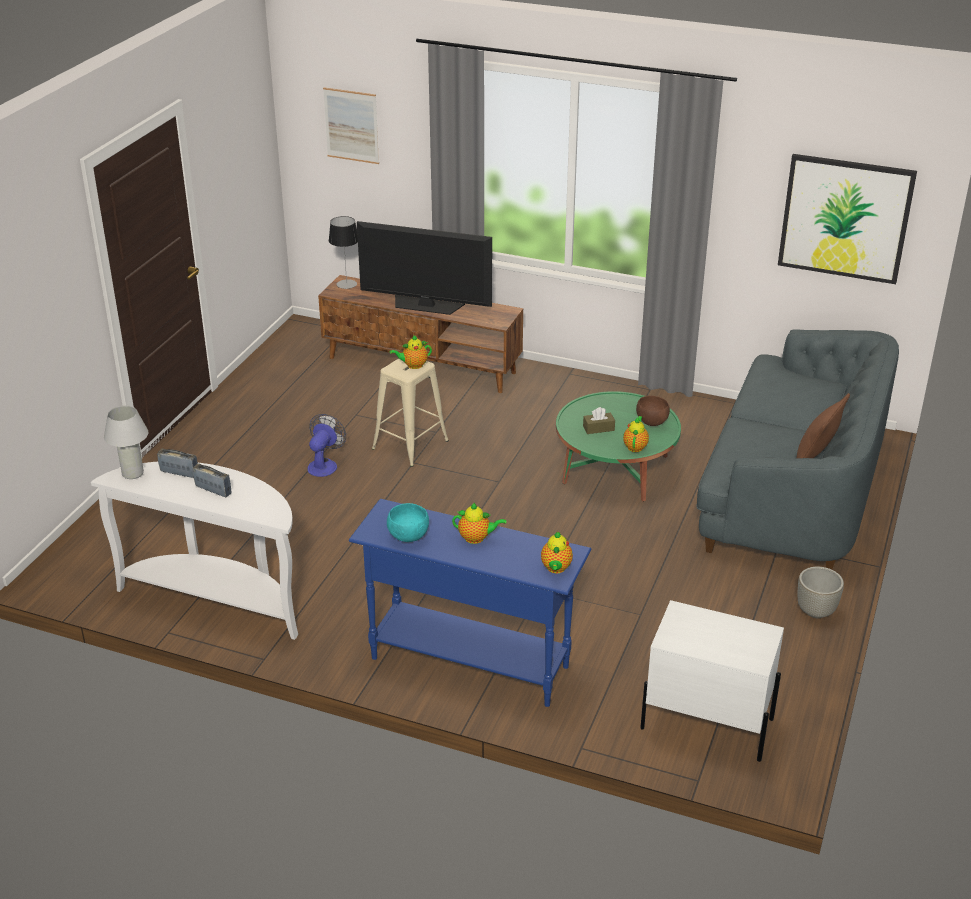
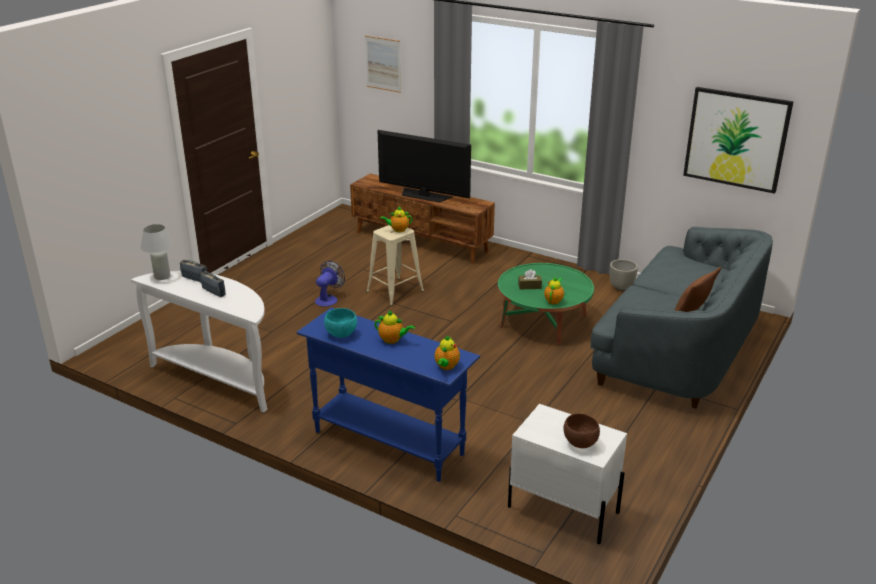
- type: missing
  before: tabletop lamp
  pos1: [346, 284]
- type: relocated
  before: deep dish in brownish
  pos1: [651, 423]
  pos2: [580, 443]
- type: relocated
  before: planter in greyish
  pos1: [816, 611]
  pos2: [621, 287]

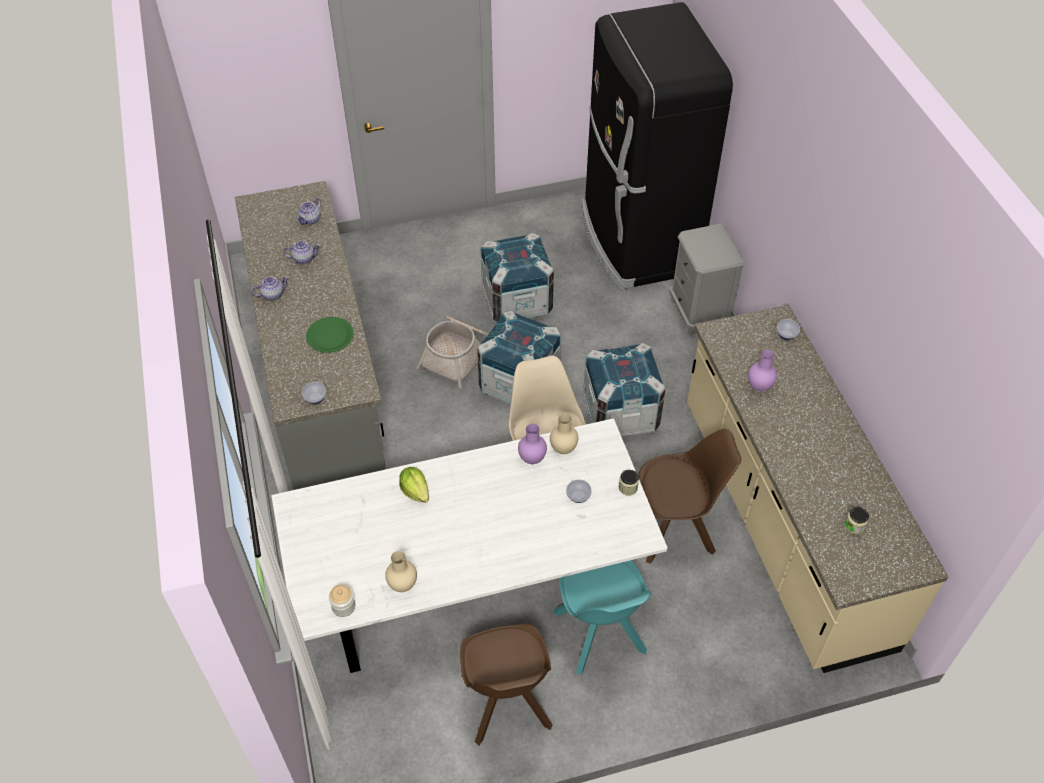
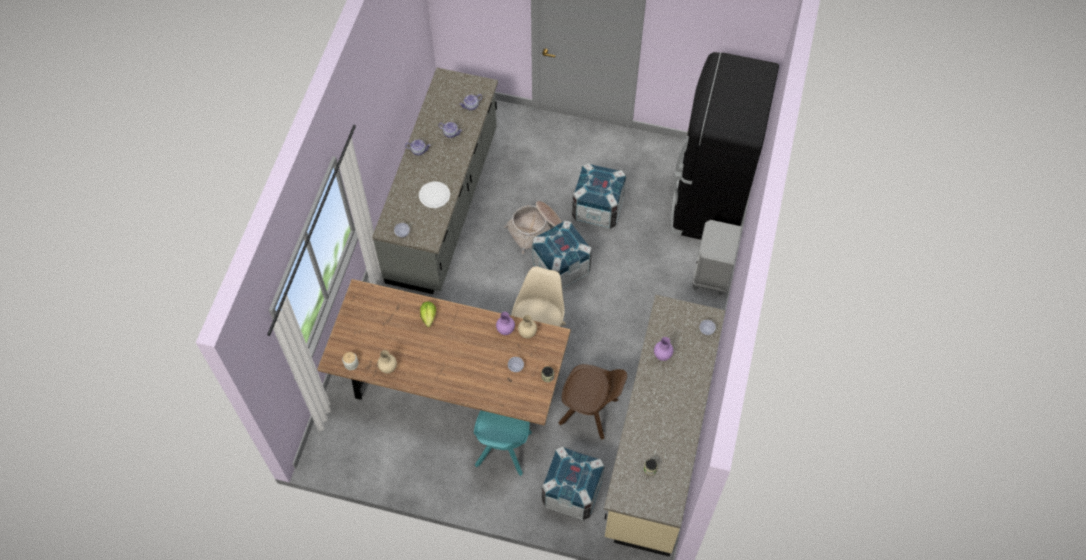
- type: colour
  before: flat dish in greenish
  after: flat dish in white
  pos1: [330, 336]
  pos2: [434, 195]
- type: relocated
  before: packing crate
  pos1: [620, 413]
  pos2: [572, 492]
- type: colour
  before: dinner table in white
  after: dinner table in brownish
  pos1: [470, 582]
  pos2: [450, 381]
- type: missing
  before: upright chair in brownish
  pos1: [506, 703]

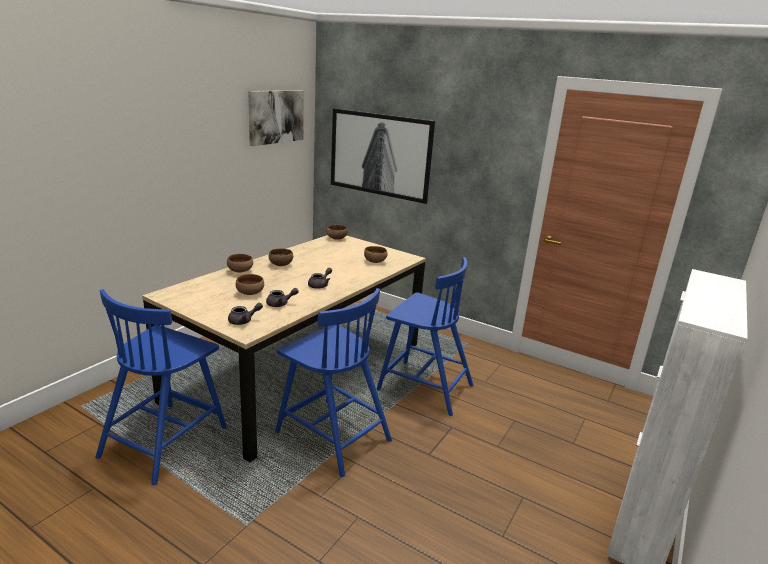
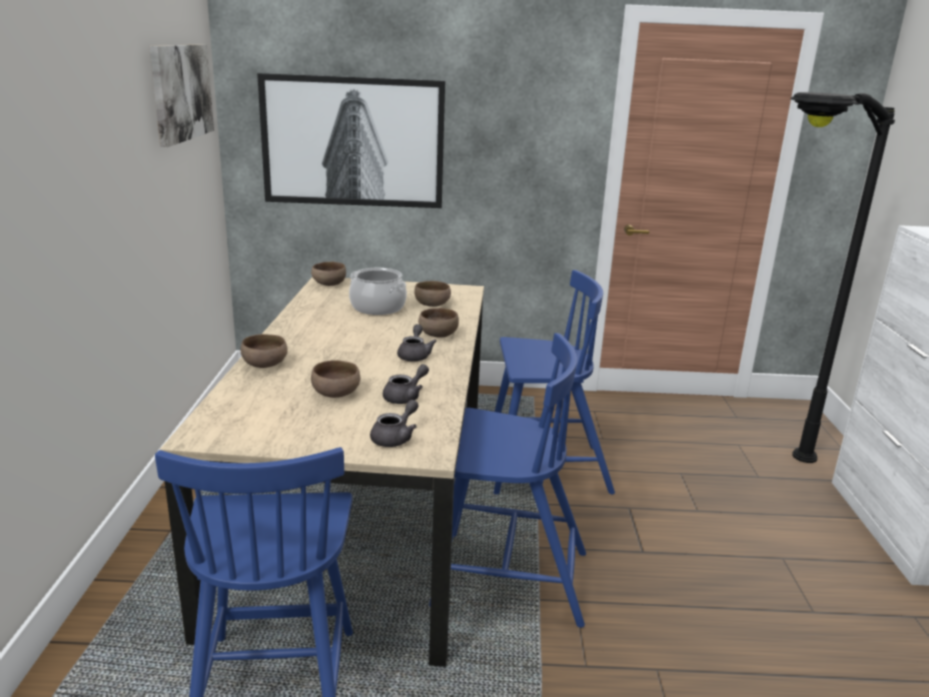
- type: relocated
  before: deep dish in brownish
  pos1: [280, 264]
  pos2: [437, 335]
- type: appeared
  after: standing lamp in blackish
  pos2: [761, 478]
- type: appeared
  after: cooking pot
  pos2: [378, 307]

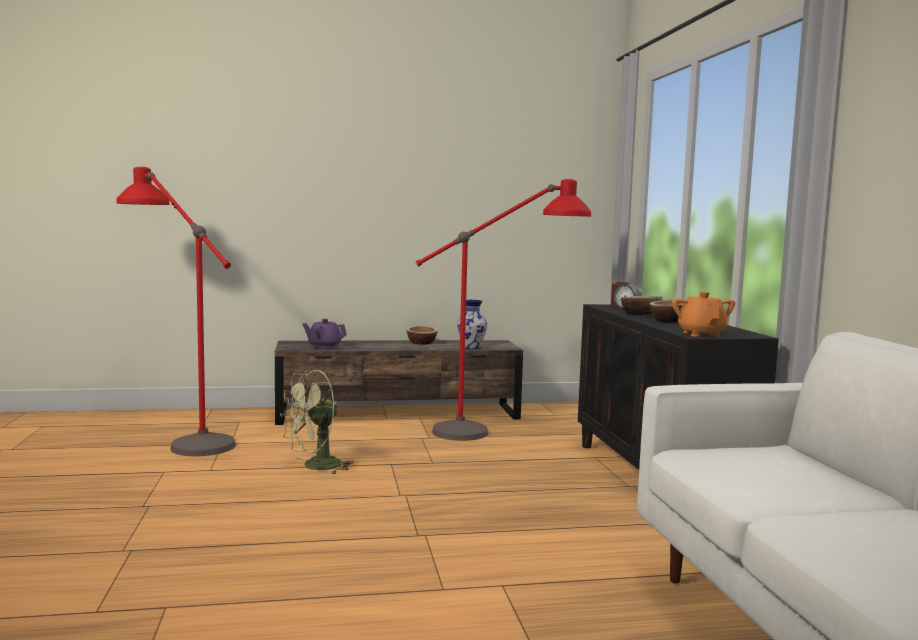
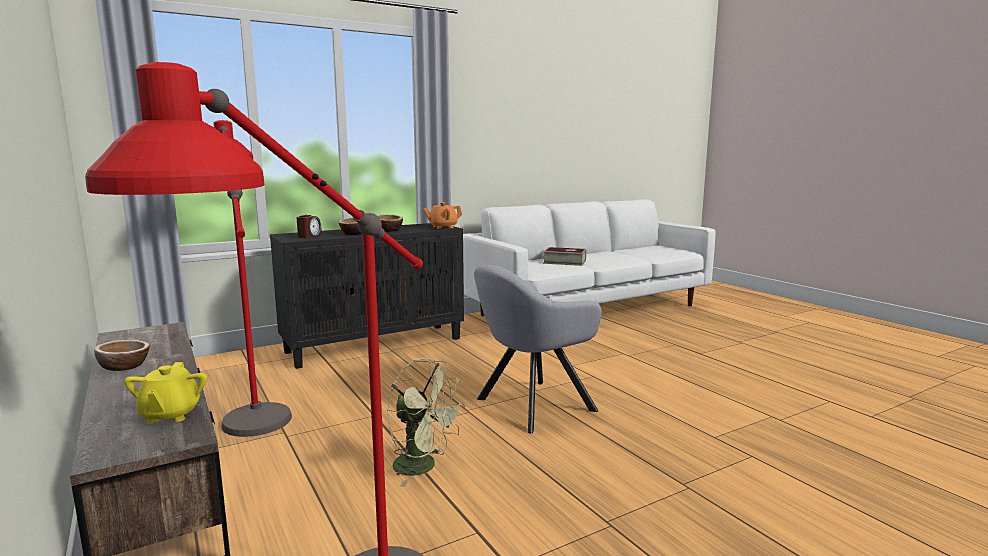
- type: missing
  before: vase
  pos1: [471, 347]
- type: colour
  before: pot for tea in purple-coloured
  after: pot for tea in yellow-coloured
  pos1: [324, 347]
  pos2: [170, 415]
- type: appeared
  after: bound book
  pos2: [564, 262]
- type: appeared
  after: easy chair in greyish
  pos2: [529, 406]

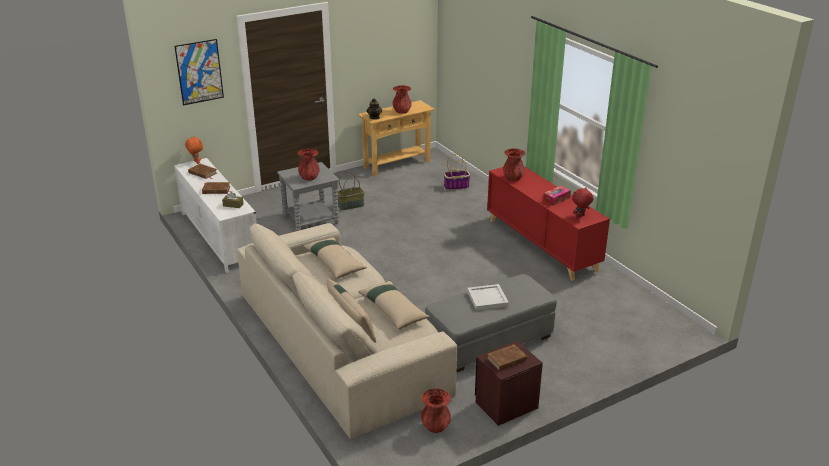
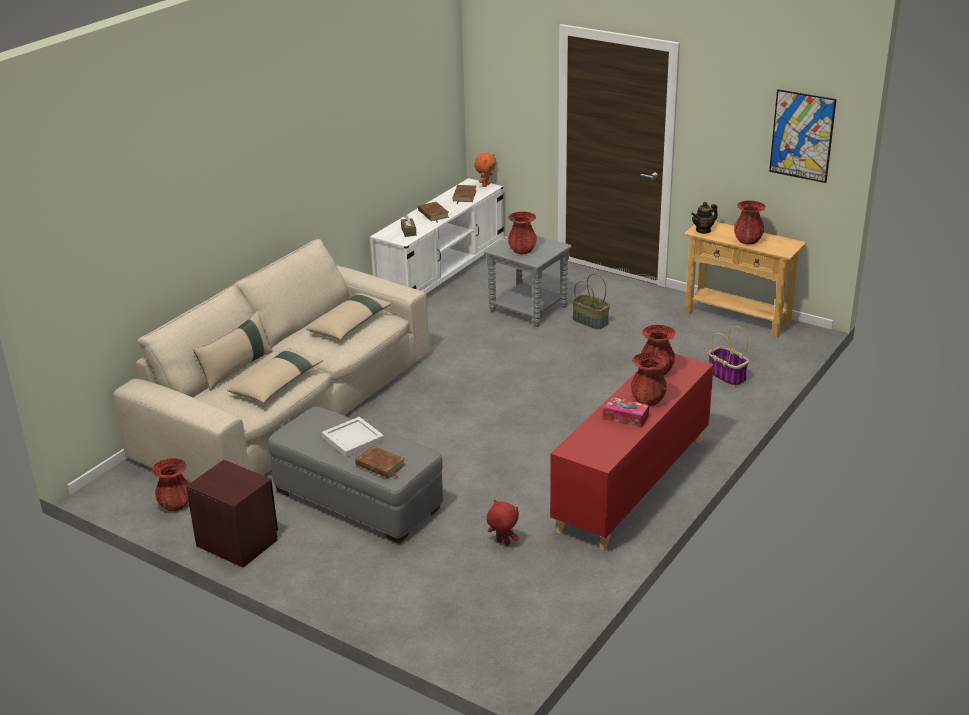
- type: relocated
  before: wall art
  pos1: [199, 72]
  pos2: [802, 136]
- type: relocated
  before: plush toy in reddish
  pos1: [580, 216]
  pos2: [502, 543]
- type: relocated
  before: bound book in brownish
  pos1: [507, 360]
  pos2: [380, 465]
- type: appeared
  after: vase in reddish
  pos2: [648, 400]

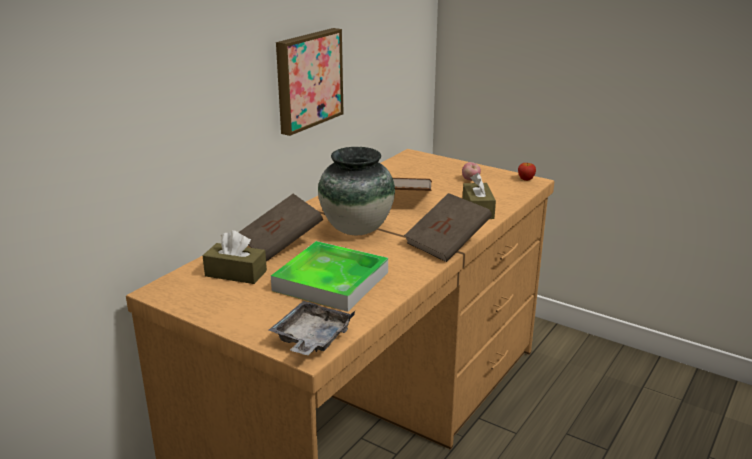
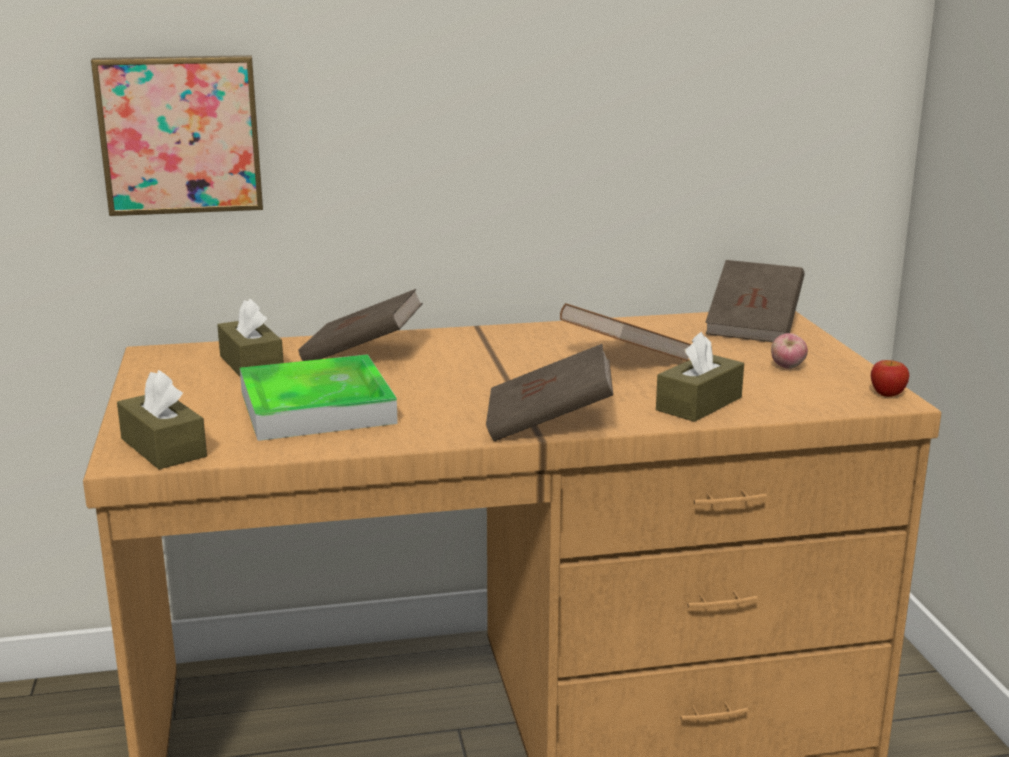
- type: relocated
  before: wall art
  pos1: [307, 79]
  pos2: [180, 134]
- type: missing
  before: vase
  pos1: [357, 230]
- type: exchanged
  before: tray in greyish
  after: tissue box in brownish
  pos1: [311, 338]
  pos2: [163, 447]
- type: appeared
  after: bound book in brownish
  pos2: [753, 327]

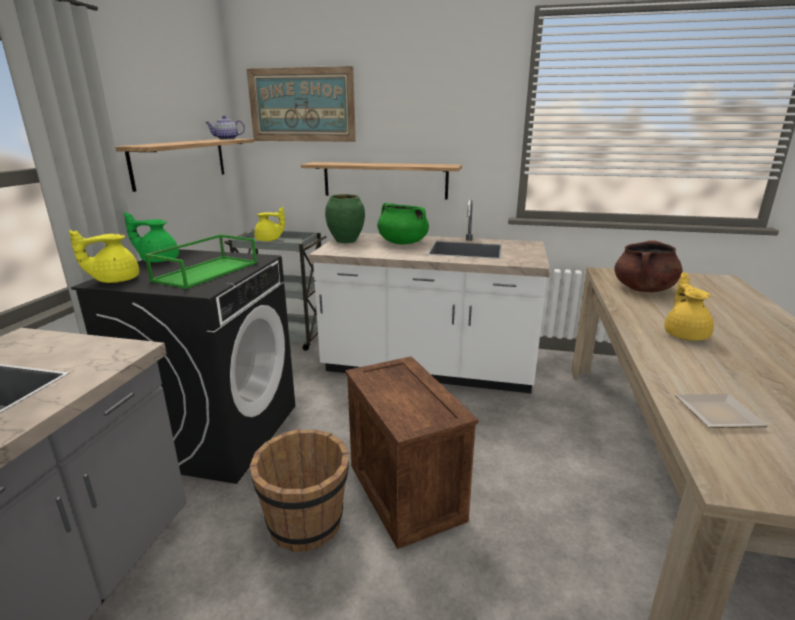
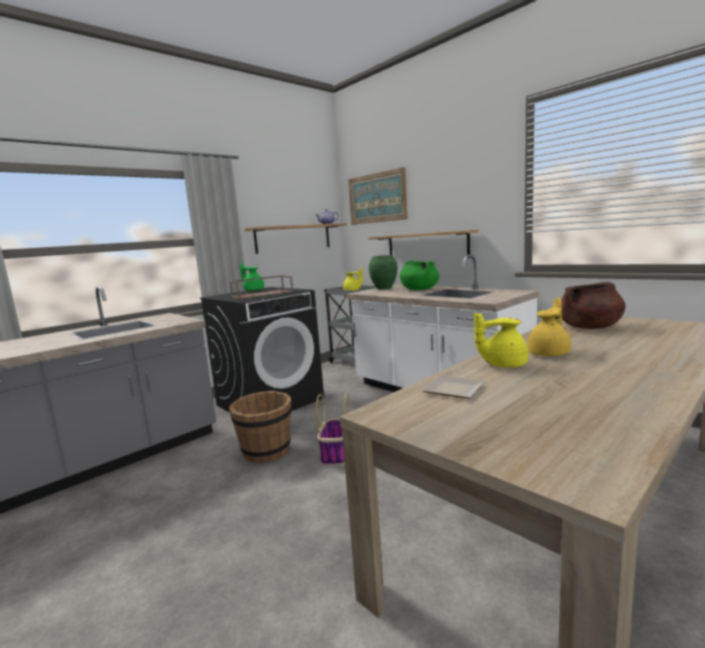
- type: relocated
  before: pot for tea in yellow-coloured
  pos1: [115, 280]
  pos2: [502, 364]
- type: colour
  before: tray in greenish
  after: tray in brownish
  pos1: [206, 271]
  pos2: [262, 294]
- type: exchanged
  before: packing crate
  after: storage basket
  pos1: [407, 492]
  pos2: [337, 454]

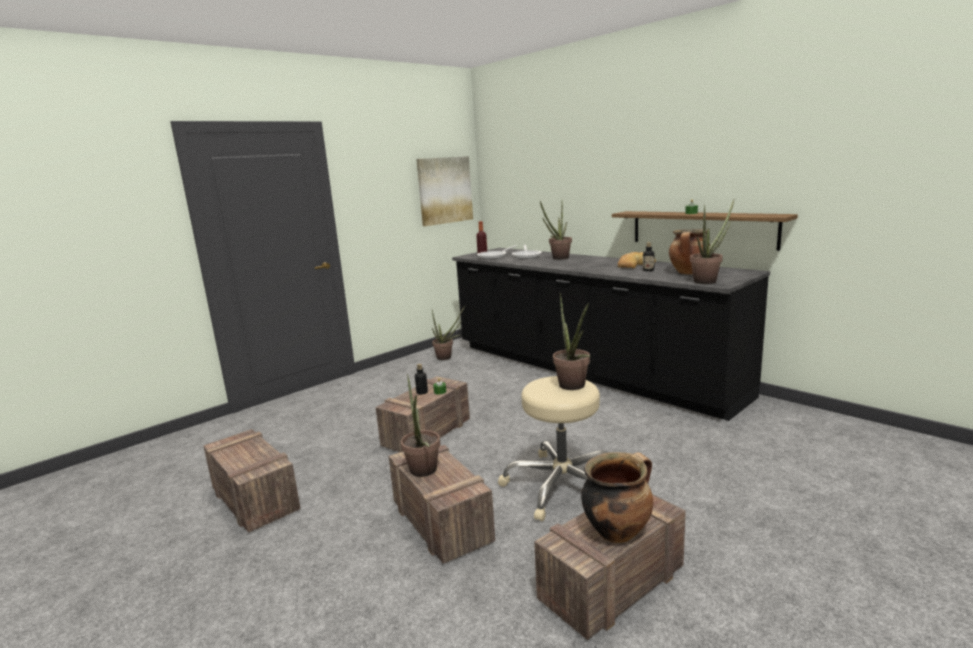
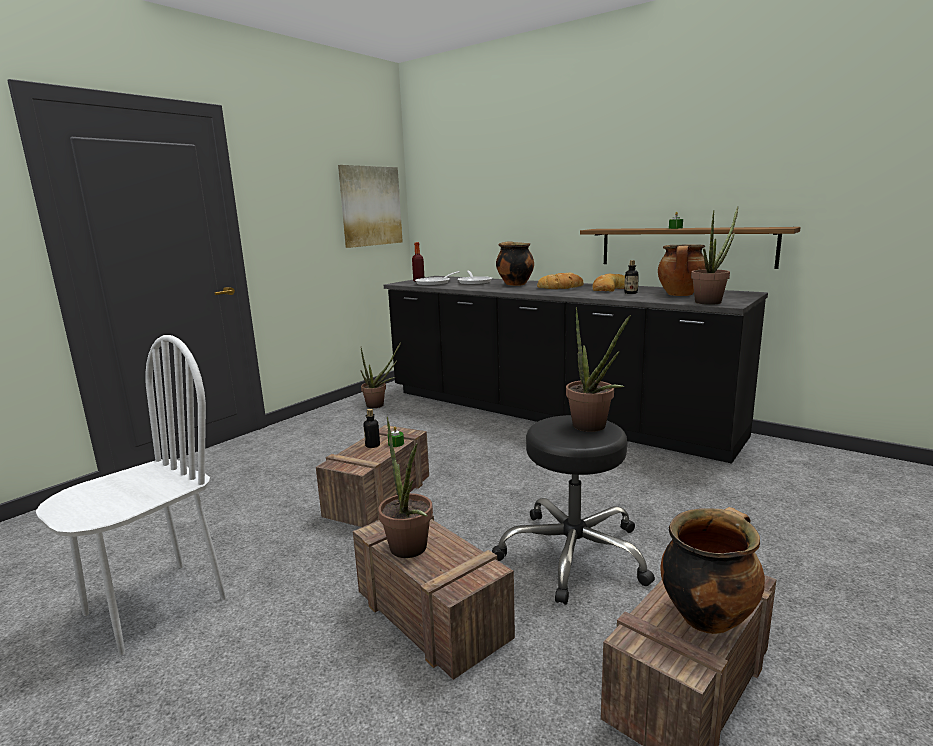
- type: exchanged
  before: houseplant
  after: cooking pot
  pos1: [558, 258]
  pos2: [514, 284]
- type: colour
  before: stool seat in sand-coloured
  after: stool seat in blackish
  pos1: [562, 486]
  pos2: [573, 555]
- type: exchanged
  before: packing crate
  after: upright chair in white
  pos1: [256, 499]
  pos2: [155, 605]
- type: appeared
  after: bread
  pos2: [561, 287]

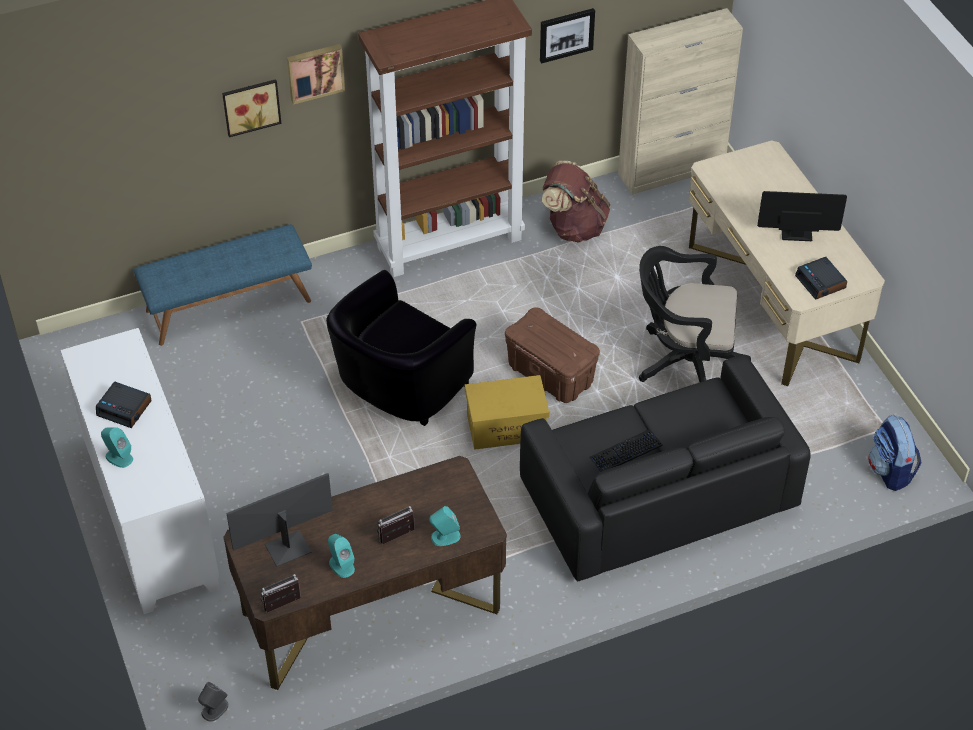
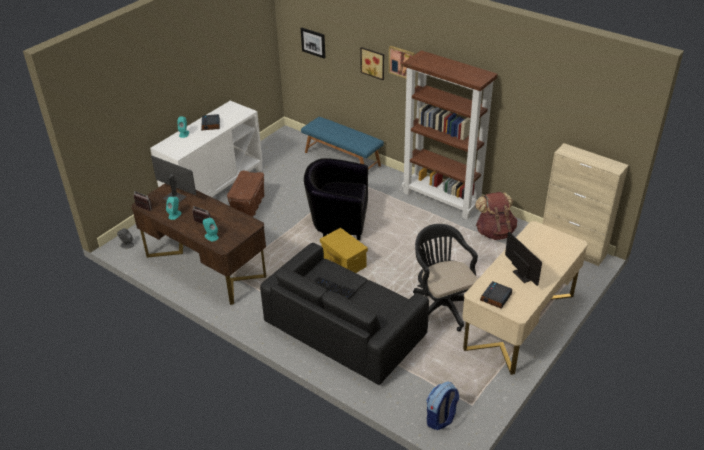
- type: relocated
  before: wall art
  pos1: [566, 34]
  pos2: [313, 42]
- type: relocated
  before: storage bin in brownish
  pos1: [549, 374]
  pos2: [248, 205]

